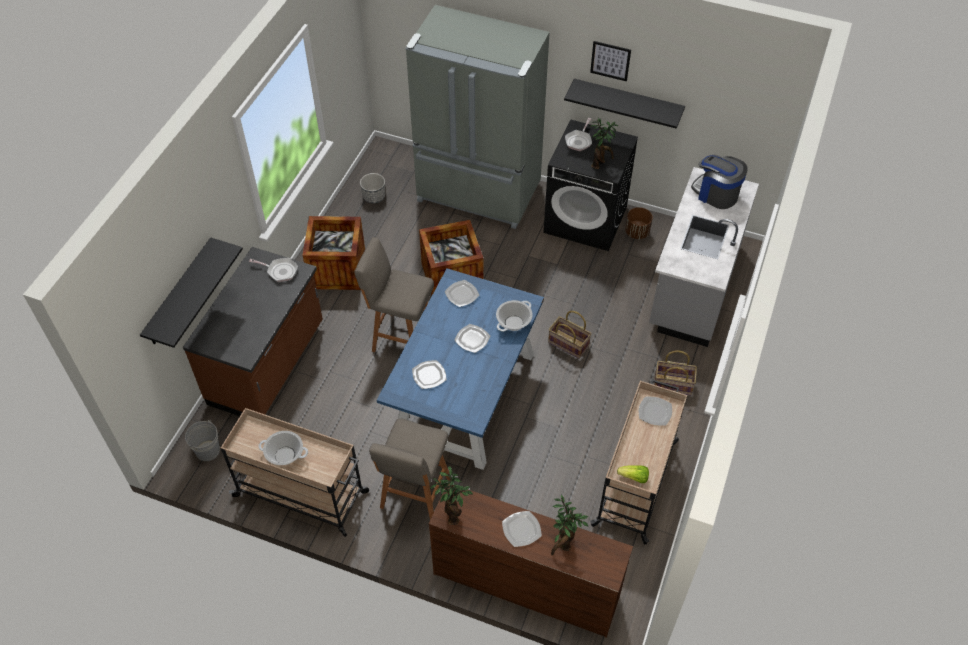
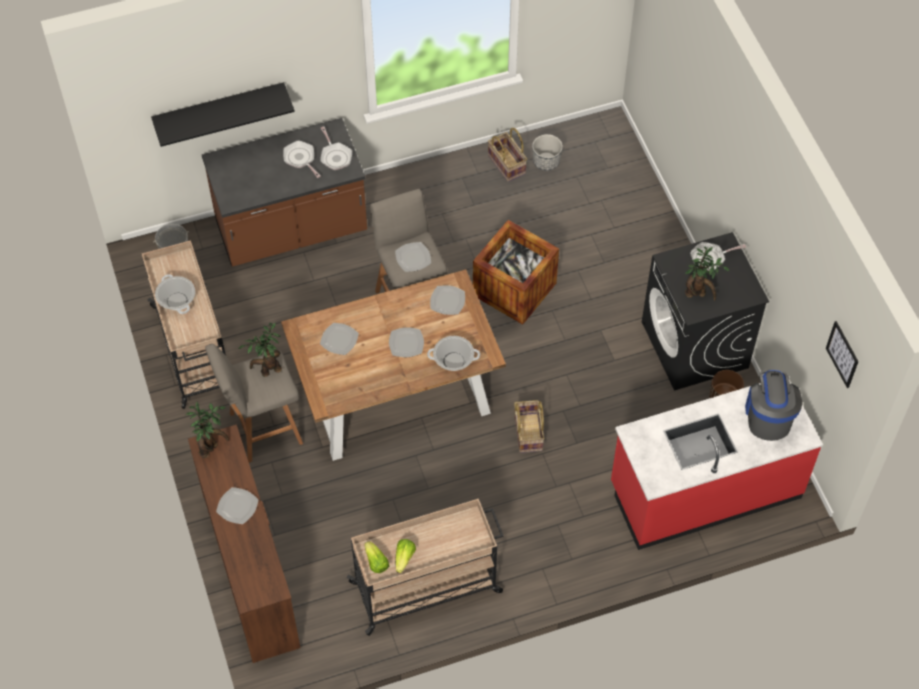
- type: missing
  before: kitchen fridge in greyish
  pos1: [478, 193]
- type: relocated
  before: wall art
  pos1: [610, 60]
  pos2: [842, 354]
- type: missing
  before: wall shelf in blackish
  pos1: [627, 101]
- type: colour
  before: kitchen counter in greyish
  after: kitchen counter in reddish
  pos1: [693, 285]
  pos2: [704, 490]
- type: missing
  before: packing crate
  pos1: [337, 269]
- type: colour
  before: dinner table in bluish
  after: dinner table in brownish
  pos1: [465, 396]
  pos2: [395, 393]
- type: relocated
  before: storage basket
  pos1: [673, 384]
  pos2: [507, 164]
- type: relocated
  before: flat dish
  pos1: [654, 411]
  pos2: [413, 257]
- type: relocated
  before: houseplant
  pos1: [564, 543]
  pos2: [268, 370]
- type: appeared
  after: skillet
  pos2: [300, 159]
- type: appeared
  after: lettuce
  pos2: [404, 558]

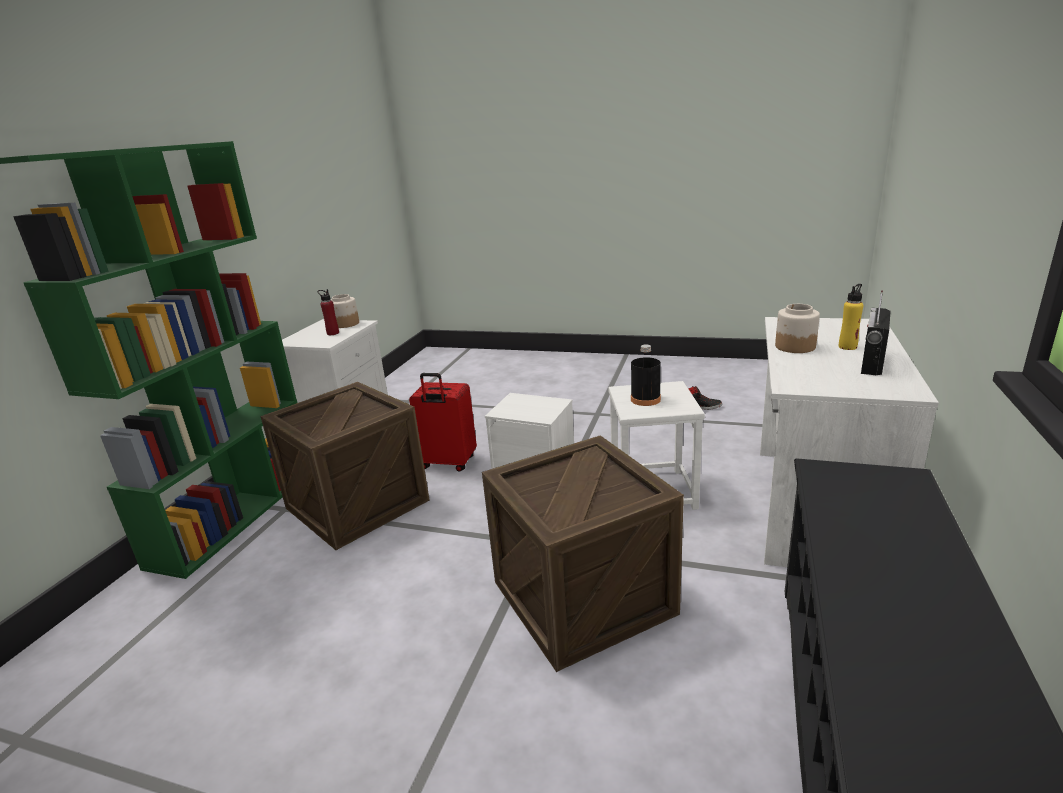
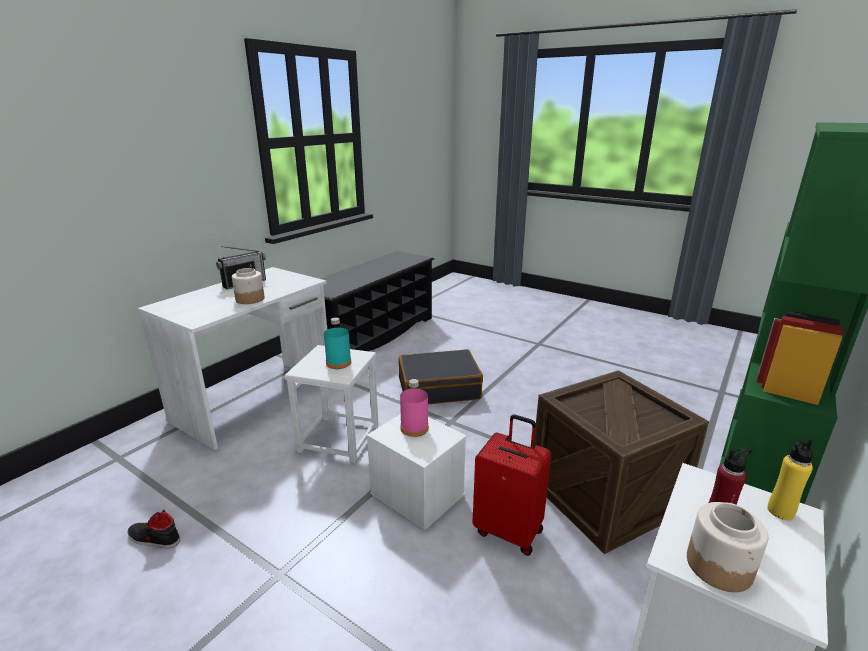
- type: relocated
  before: drink bottle in yellow-coloured
  pos1: [847, 347]
  pos2: [780, 511]
- type: colour
  before: drink bottle in blackish
  after: drink bottle in blue-green
  pos1: [645, 399]
  pos2: [338, 363]
- type: exchanged
  before: packing crate
  after: suitcase in blackish
  pos1: [583, 597]
  pos2: [438, 388]
- type: appeared
  after: drink bottle in pinkish
  pos2: [414, 428]

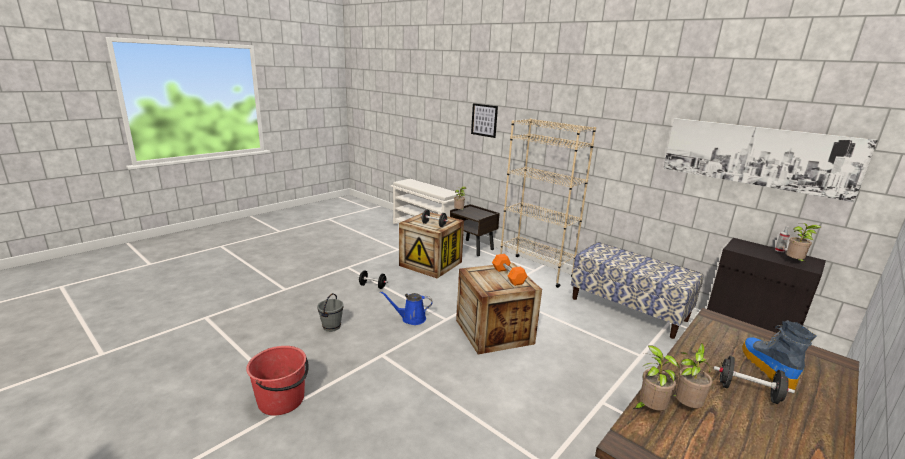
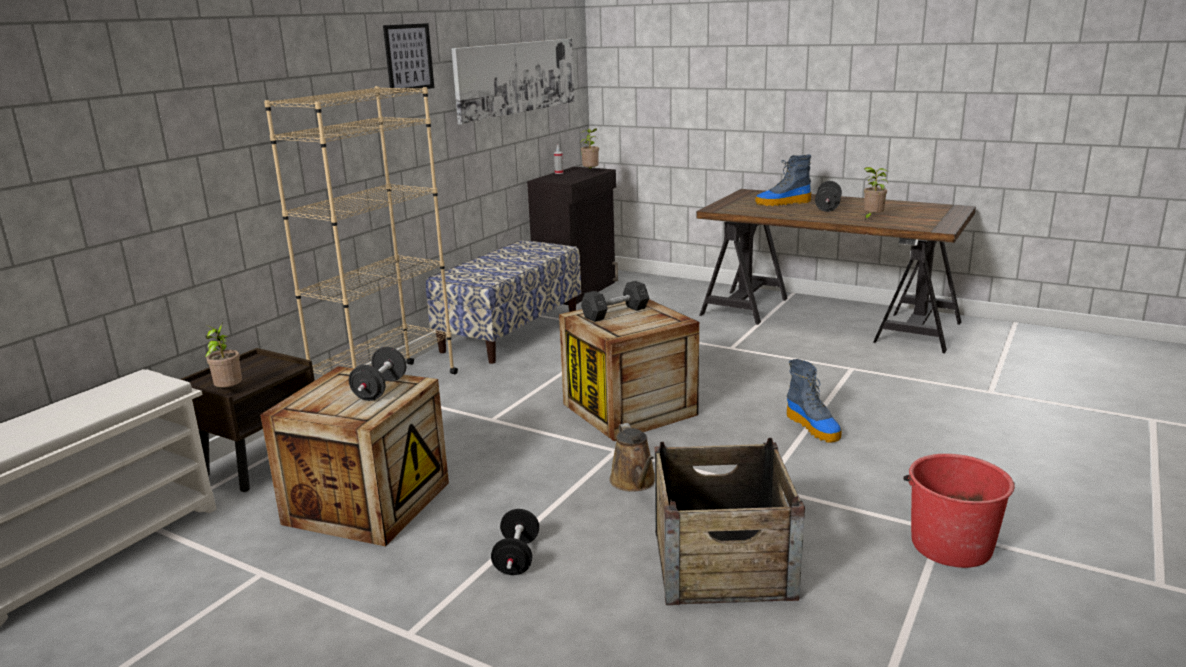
- type: relocated
  before: wall art
  pos1: [484, 120]
  pos2: [408, 57]
- type: colour
  before: hand weight in orangey
  after: hand weight in greyish
  pos1: [508, 276]
  pos2: [615, 313]
- type: colour
  before: sprinkling can in bluish
  after: sprinkling can in brownish
  pos1: [411, 319]
  pos2: [634, 482]
- type: exchanged
  before: bucket in greyish
  after: packing crate
  pos1: [332, 327]
  pos2: [722, 562]
- type: missing
  before: houseplant
  pos1: [649, 410]
- type: appeared
  after: boot
  pos2: [813, 427]

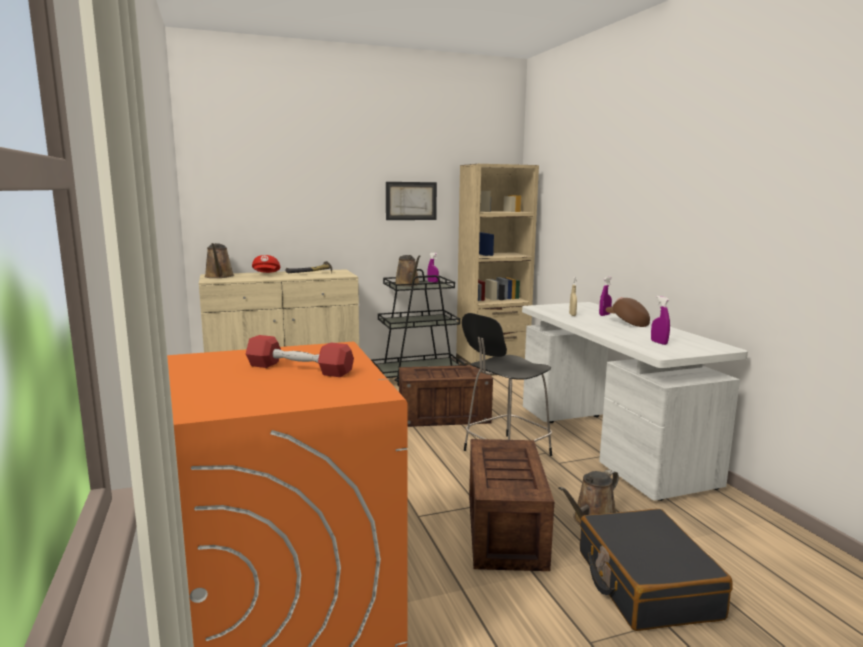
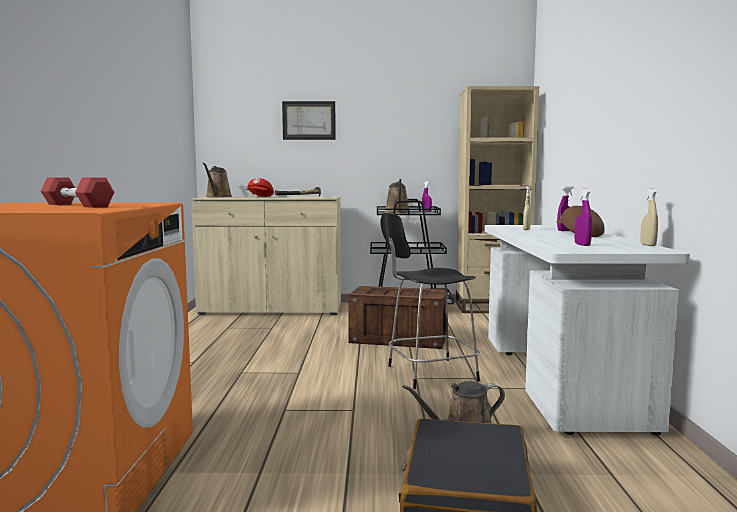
- type: relocated
  before: wall art
  pos1: [411, 201]
  pos2: [309, 120]
- type: missing
  before: packing crate
  pos1: [505, 531]
- type: appeared
  after: spray bottle in sand-coloured
  pos2: [648, 245]

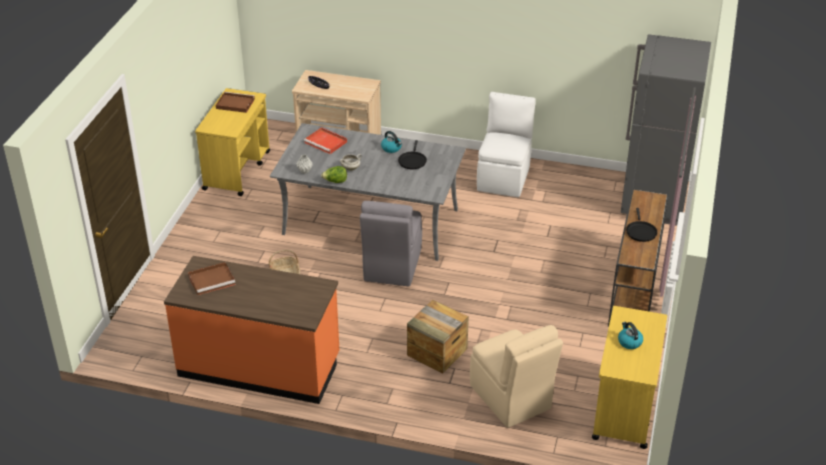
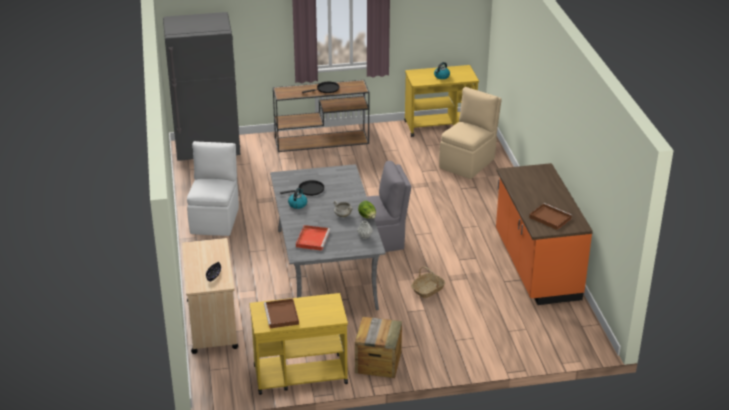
- type: spun
  before: upright chair in white
  pos1: [504, 177]
  pos2: [215, 219]
  turn: 105
- type: relocated
  before: packing crate
  pos1: [437, 352]
  pos2: [378, 362]

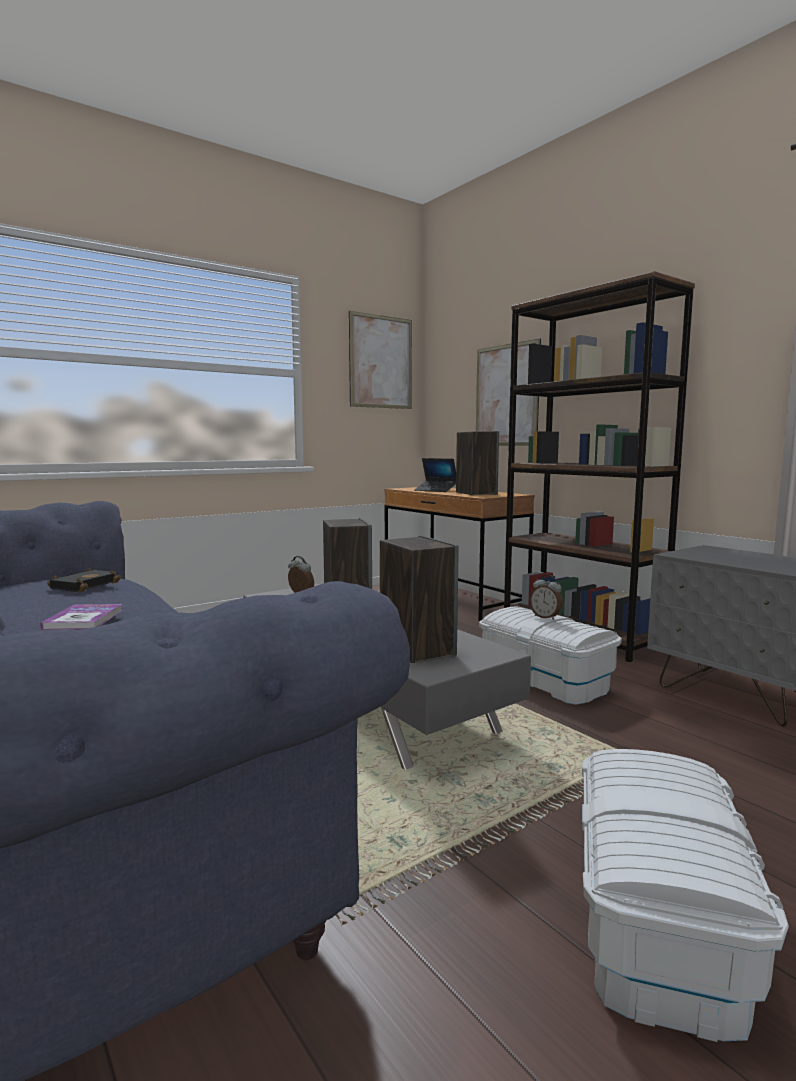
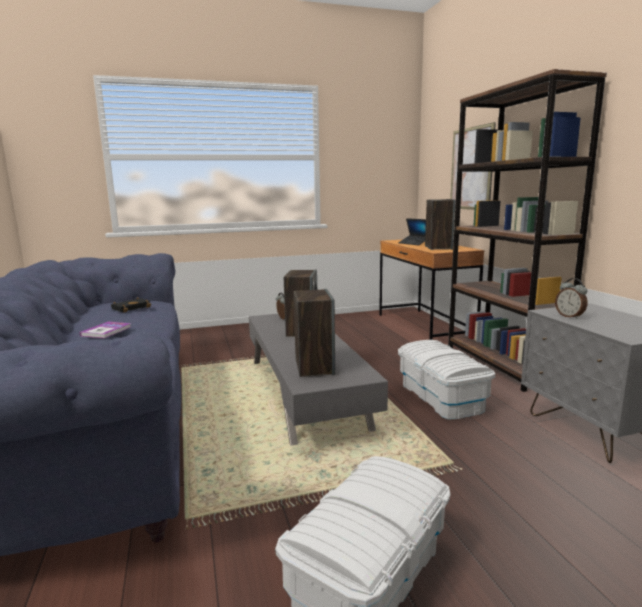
- type: missing
  before: wall art
  pos1: [381, 362]
- type: relocated
  before: table clock
  pos1: [545, 617]
  pos2: [569, 316]

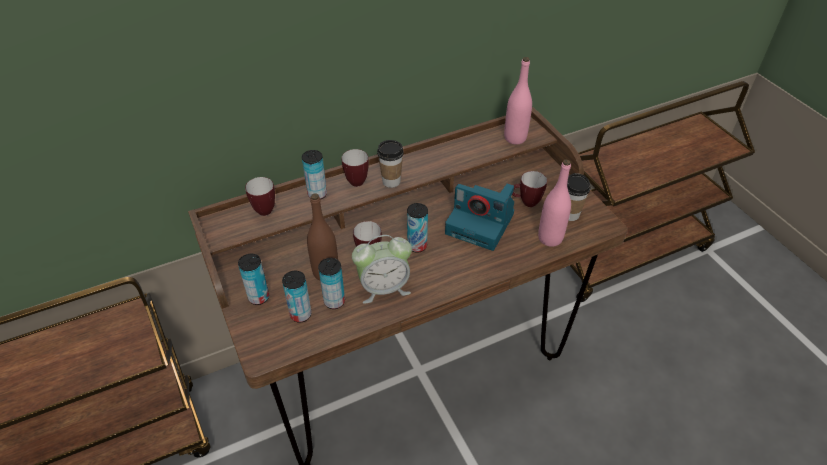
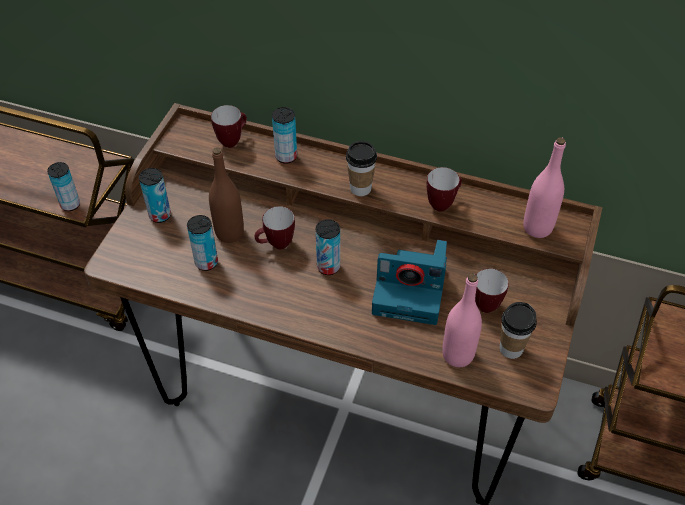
- type: relocated
  before: mug
  pos1: [357, 179]
  pos2: [443, 203]
- type: spun
  before: photo camera
  pos1: [481, 224]
  pos2: [411, 291]
  turn: -60
- type: missing
  before: table clock
  pos1: [384, 288]
- type: relocated
  before: metal can
  pos1: [300, 314]
  pos2: [70, 204]

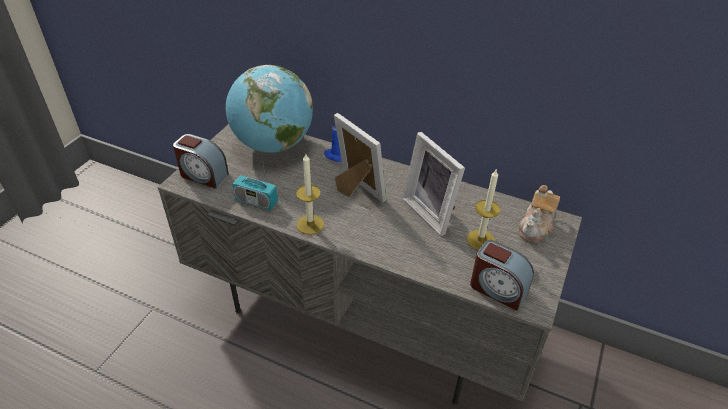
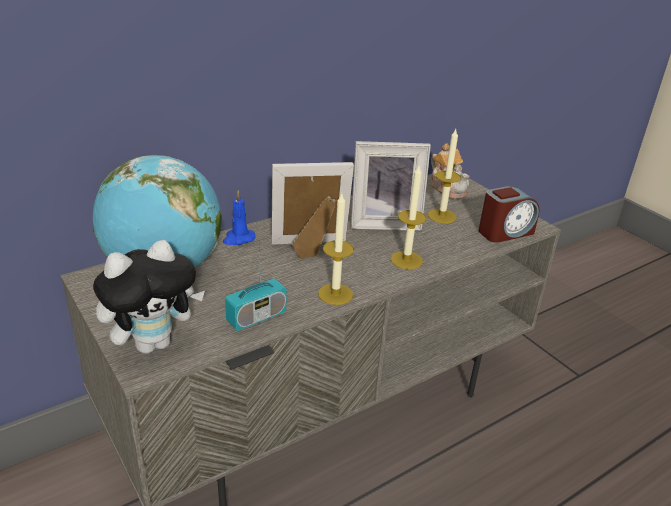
- type: exchanged
  before: table clock
  after: plush toy
  pos1: [203, 175]
  pos2: [154, 343]
- type: appeared
  after: wax candle
  pos2: [406, 260]

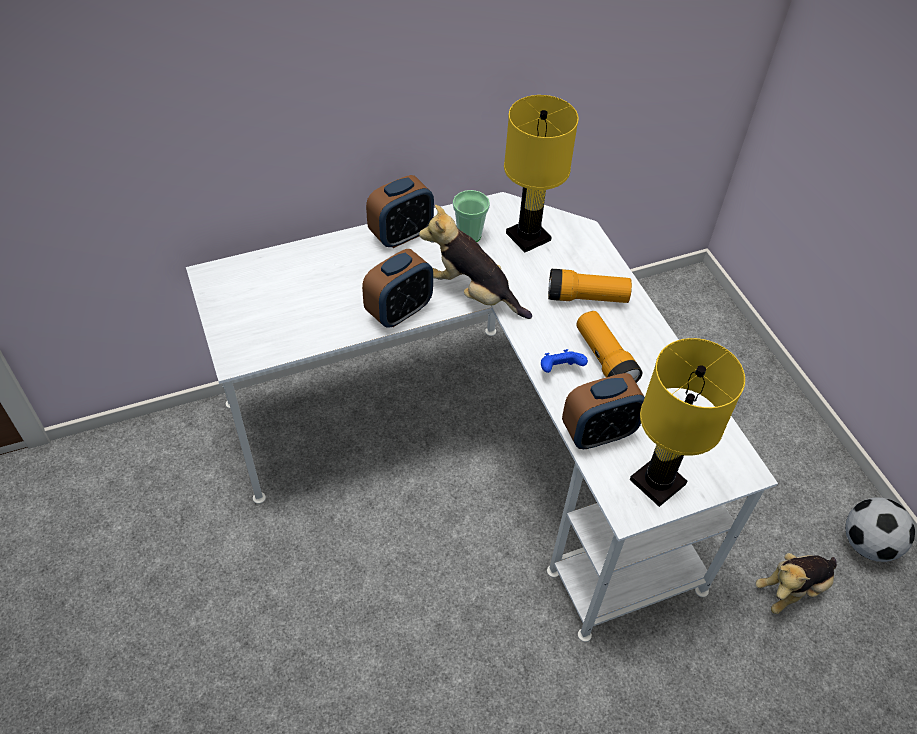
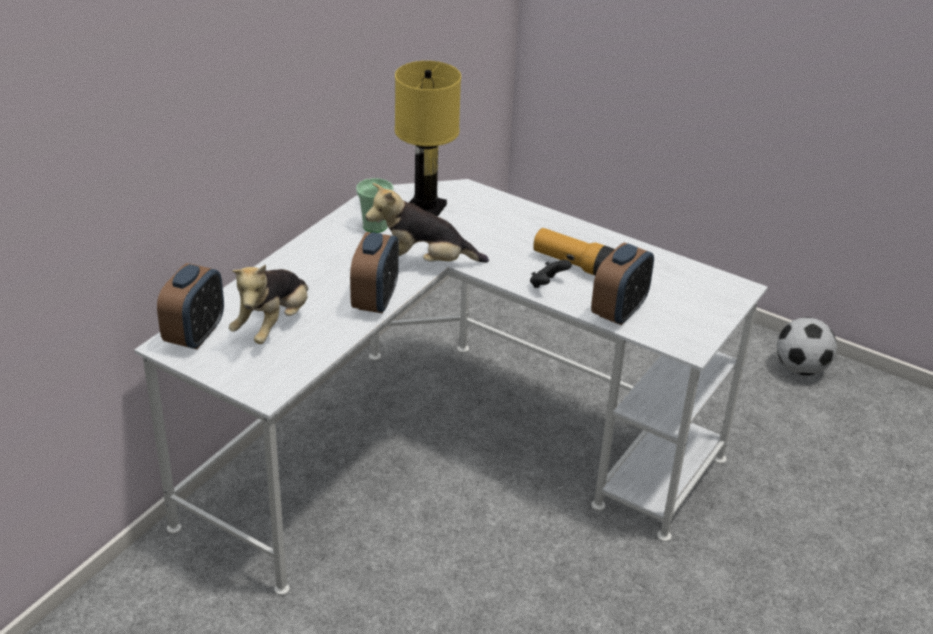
- type: relocated
  before: table clock
  pos1: [401, 235]
  pos2: [195, 335]
- type: missing
  before: torch
  pos1: [586, 297]
- type: missing
  before: tabletop lamp in yellow-coloured
  pos1: [658, 482]
- type: colour
  before: gamepad in bluish
  after: gamepad in blackish
  pos1: [559, 370]
  pos2: [547, 285]
- type: relocated
  before: plush toy
  pos1: [792, 589]
  pos2: [273, 325]

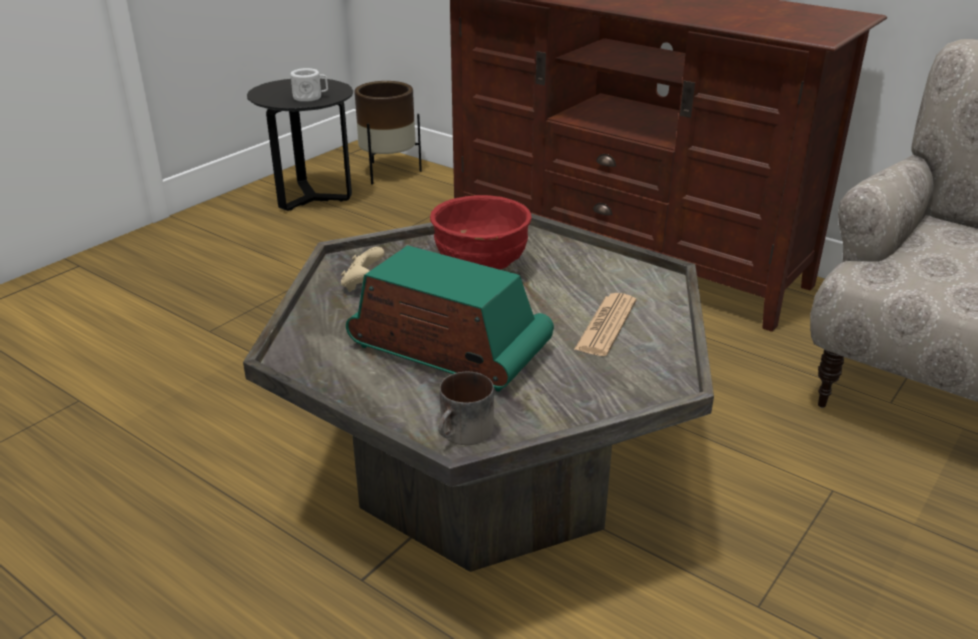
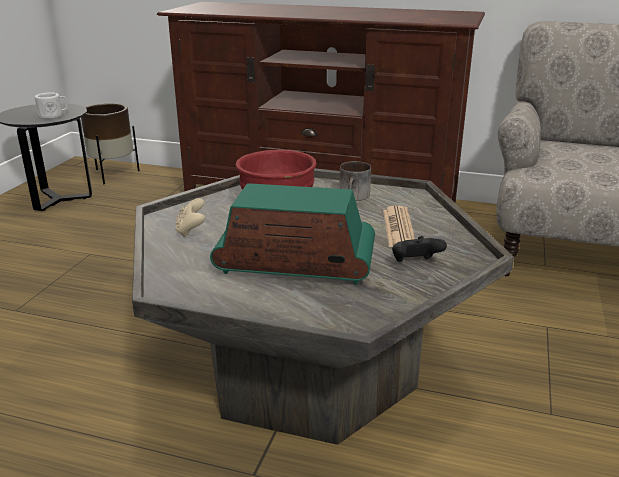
- type: relocated
  before: mug
  pos1: [464, 433]
  pos2: [355, 197]
- type: appeared
  after: gamepad in blackish
  pos2: [415, 264]

